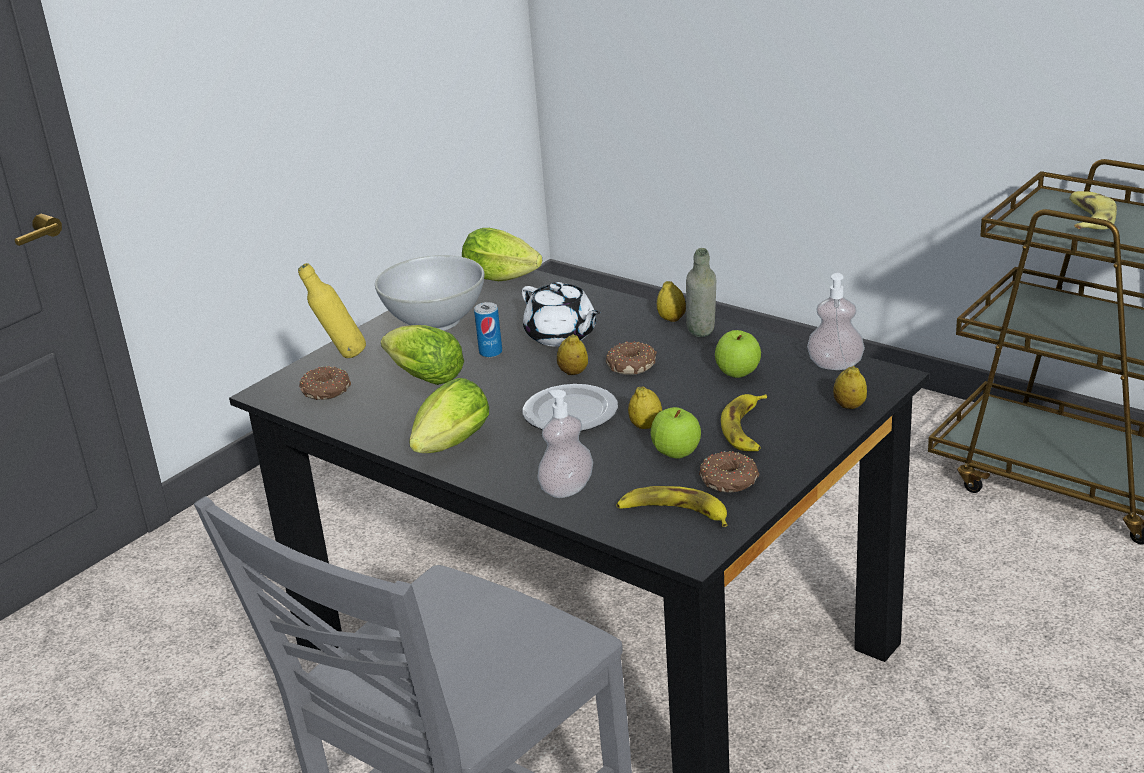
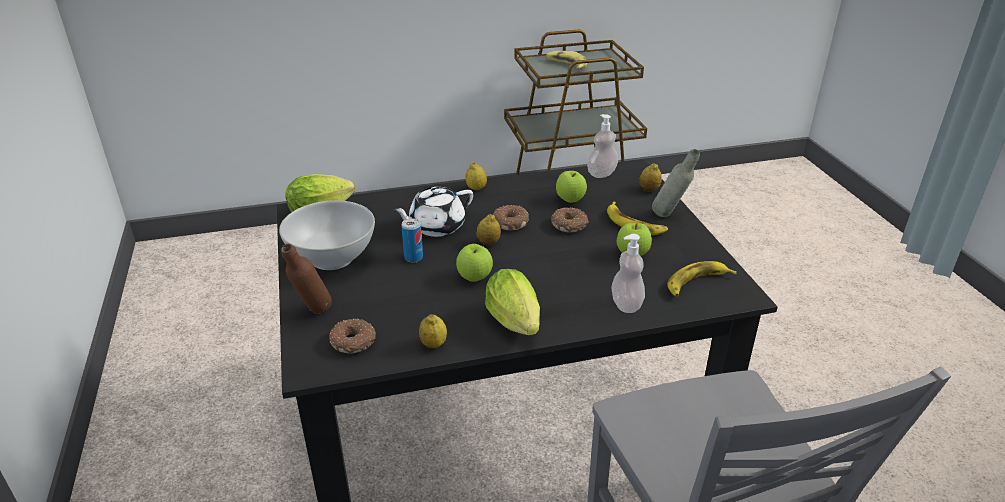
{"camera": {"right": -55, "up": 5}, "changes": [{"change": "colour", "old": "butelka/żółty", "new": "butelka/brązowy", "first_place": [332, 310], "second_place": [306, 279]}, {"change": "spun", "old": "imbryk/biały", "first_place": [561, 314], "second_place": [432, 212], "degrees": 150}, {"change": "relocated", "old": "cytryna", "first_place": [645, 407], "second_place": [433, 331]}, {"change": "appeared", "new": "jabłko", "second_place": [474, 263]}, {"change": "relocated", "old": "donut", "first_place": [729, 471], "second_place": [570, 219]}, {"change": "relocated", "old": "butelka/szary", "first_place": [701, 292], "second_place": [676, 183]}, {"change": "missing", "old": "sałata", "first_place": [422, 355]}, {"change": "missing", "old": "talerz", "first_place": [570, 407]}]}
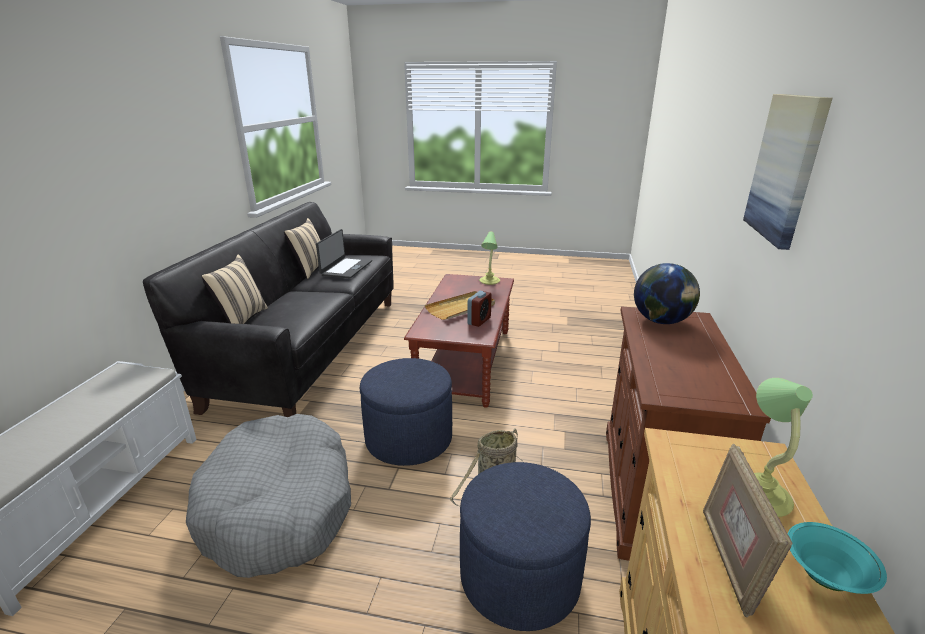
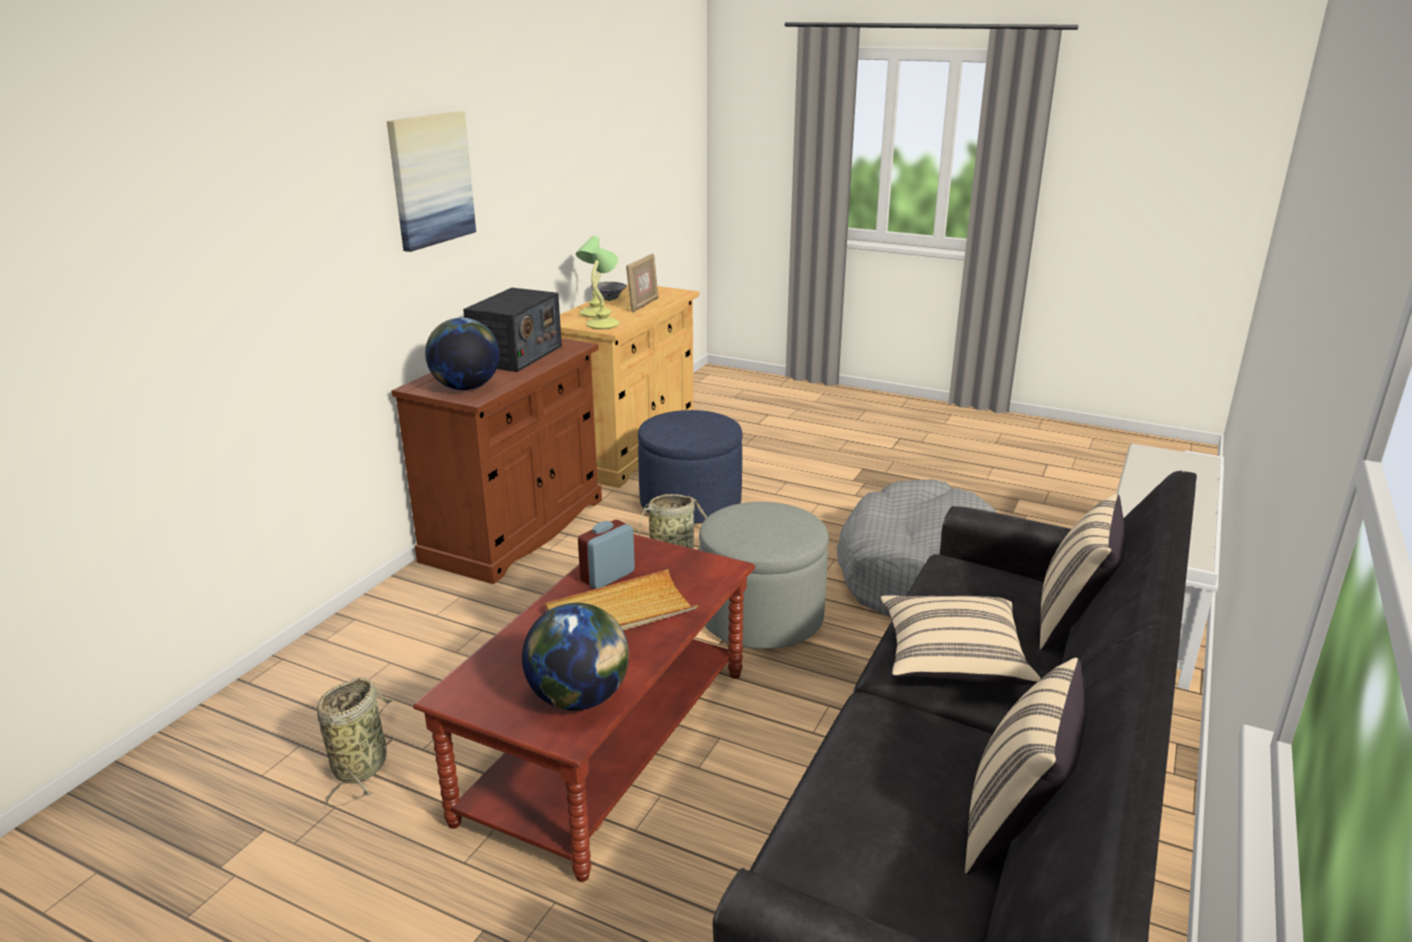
{"camera": {"right": -165, "up": 0}, "changes": [{"change": "appeared", "new": "koszyk", "second_place": [356, 742]}, {"change": "appeared", "new": "radio", "second_place": [512, 330]}, {"change": "appeared", "new": "globus", "second_place": [575, 657]}, {"change": "relocated", "old": "lampa stołowa", "first_place": [489, 258], "second_place": [603, 288]}, {"change": "colour", "old": "miska/turkusowy", "new": "miska/szary", "first_place": [837, 558], "second_place": [608, 291]}, {"change": "colour", "old": "pufa/niebieski", "new": "pufa/szary", "first_place": [406, 412], "second_place": [764, 575]}, {"change": "appeared", "new": "poduszka/beżowy", "second_place": [960, 640]}, {"change": "missing", "old": "laptop", "first_place": [344, 253]}]}
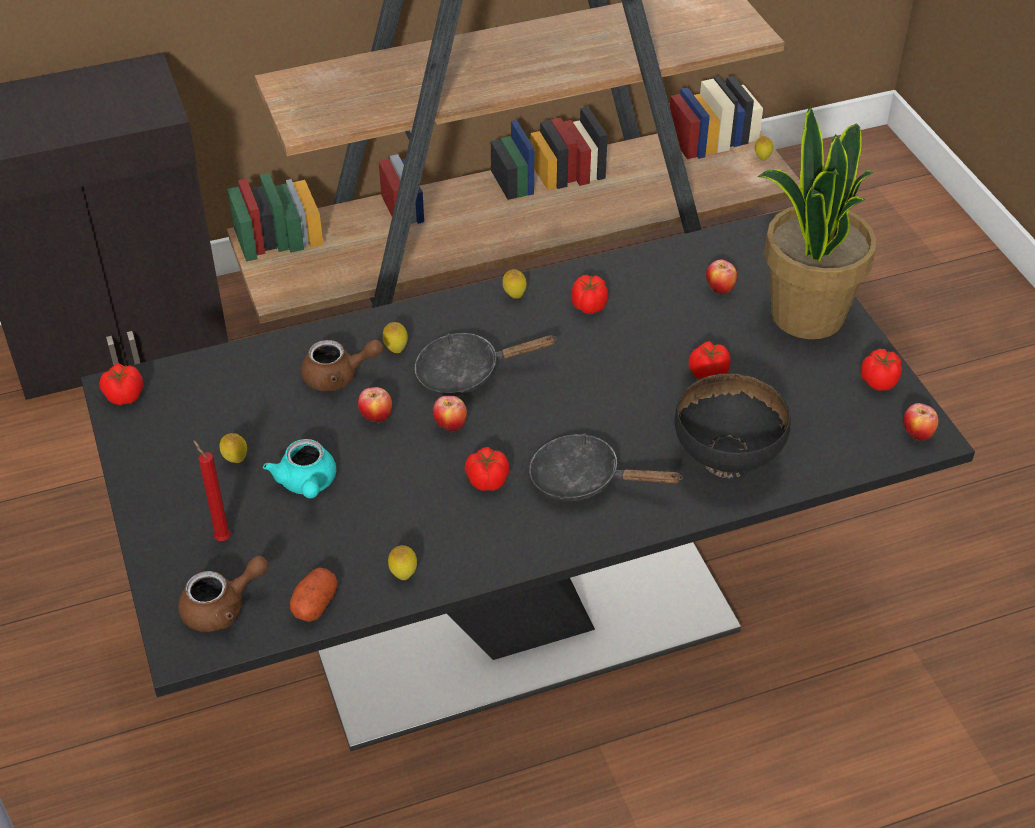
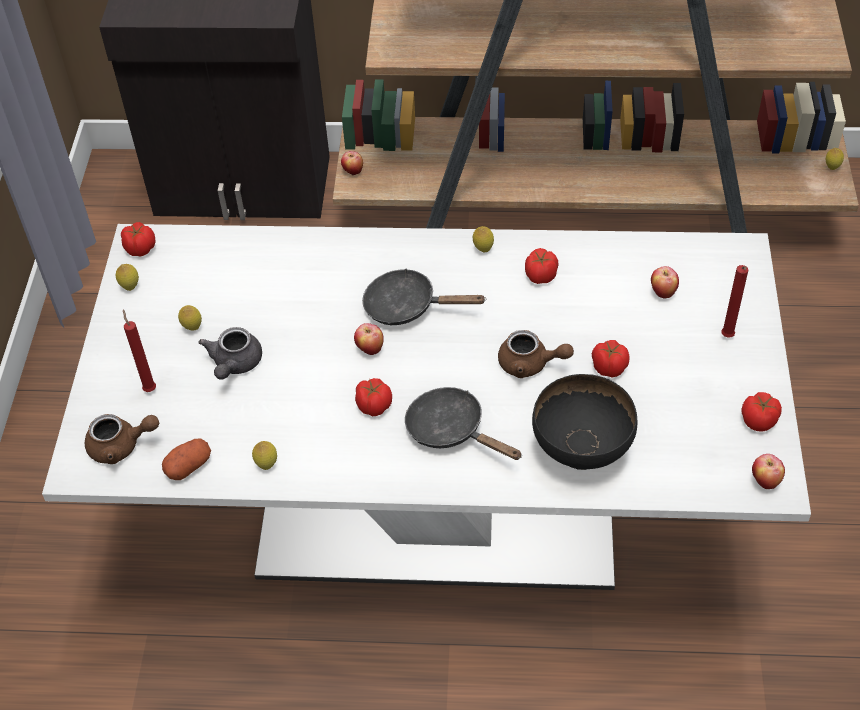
{"camera": {"right": 25, "up": 5}, "changes": [{"change": "colour", "old": "stół jadalny/czarny", "new": "stół jadalny/biały", "first_place": [528, 481], "second_place": [426, 407]}, {"change": "relocated", "old": "cytryna", "first_place": [395, 337], "second_place": [127, 277]}, {"change": "colour", "old": "imbryk/turkusowy", "new": "imbryk/szary", "first_place": [299, 469], "second_place": [230, 353]}, {"change": "relocated", "old": "jabłko", "first_place": [375, 405], "second_place": [352, 163]}, {"change": "relocated", "old": "imbryk/brązowy", "first_place": [342, 365], "second_place": [536, 354]}, {"change": "exchanged", "old": "roślina doniczkowa", "new": "świeca/czerwony", "first_place": [817, 222], "second_place": [734, 301]}]}
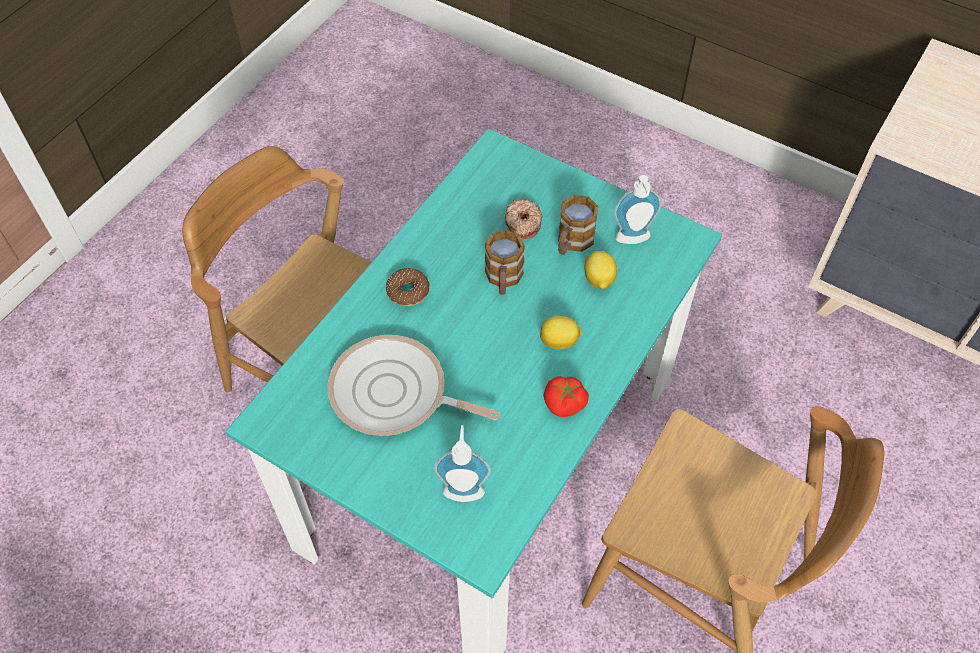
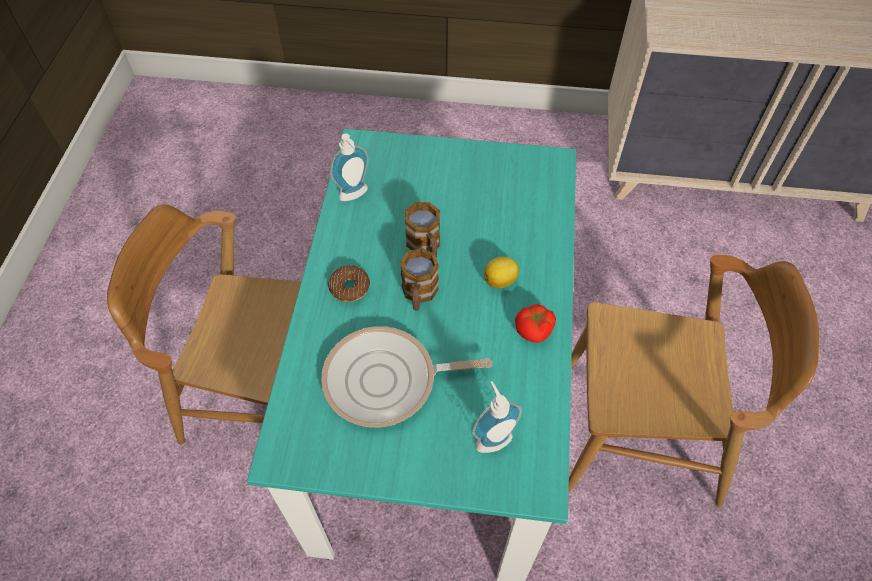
{"camera": {"right": -25, "up": 0}, "changes": [{"change": "relocated", "old": "dozownik mydła", "first_place": [638, 209], "second_place": [349, 167]}, {"change": "relocated", "old": "kubek", "first_place": [578, 225], "second_place": [419, 279]}, {"change": "missing", "old": "donut", "first_place": [524, 219]}, {"change": "missing", "old": "cytryna", "first_place": [601, 270]}]}
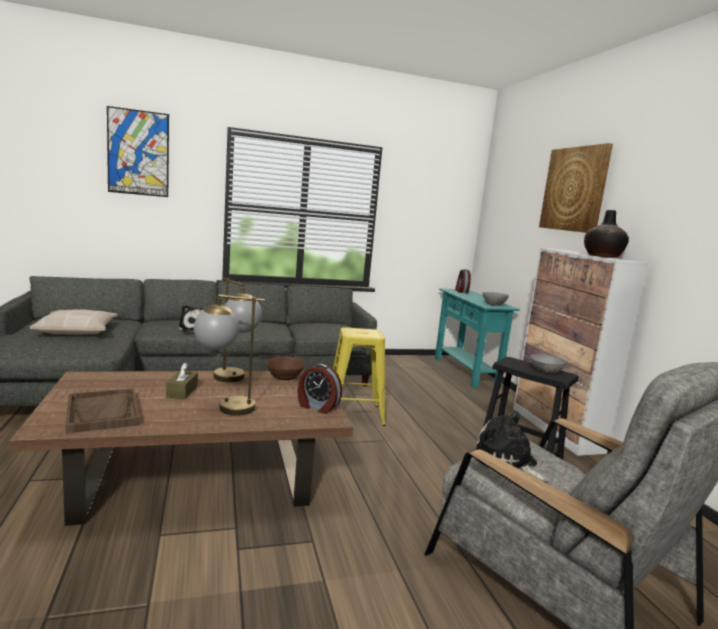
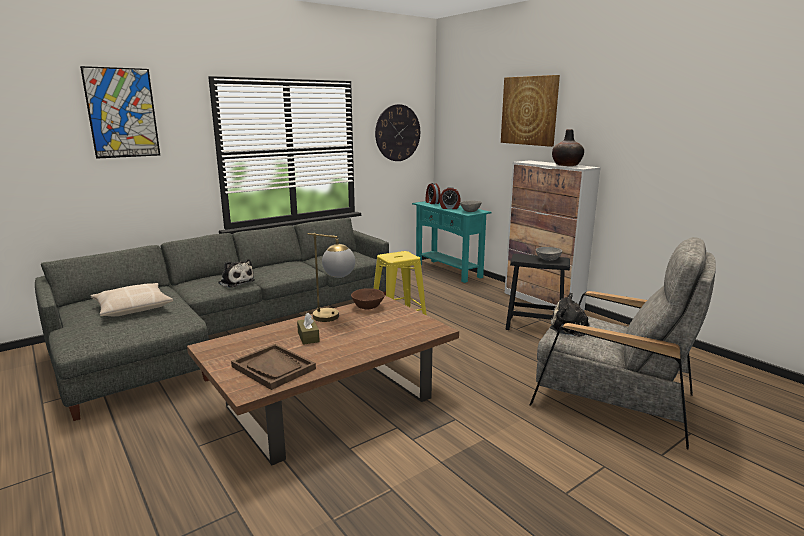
{"camera": {"right": -20, "up": 5}, "changes": [{"change": "appeared", "new": "zegar ścienny", "second_place": [397, 132]}, {"change": "relocated", "old": "budzik", "first_place": [320, 389], "second_place": [450, 198]}, {"change": "missing", "old": "lampa stołowa", "first_place": [229, 355]}]}
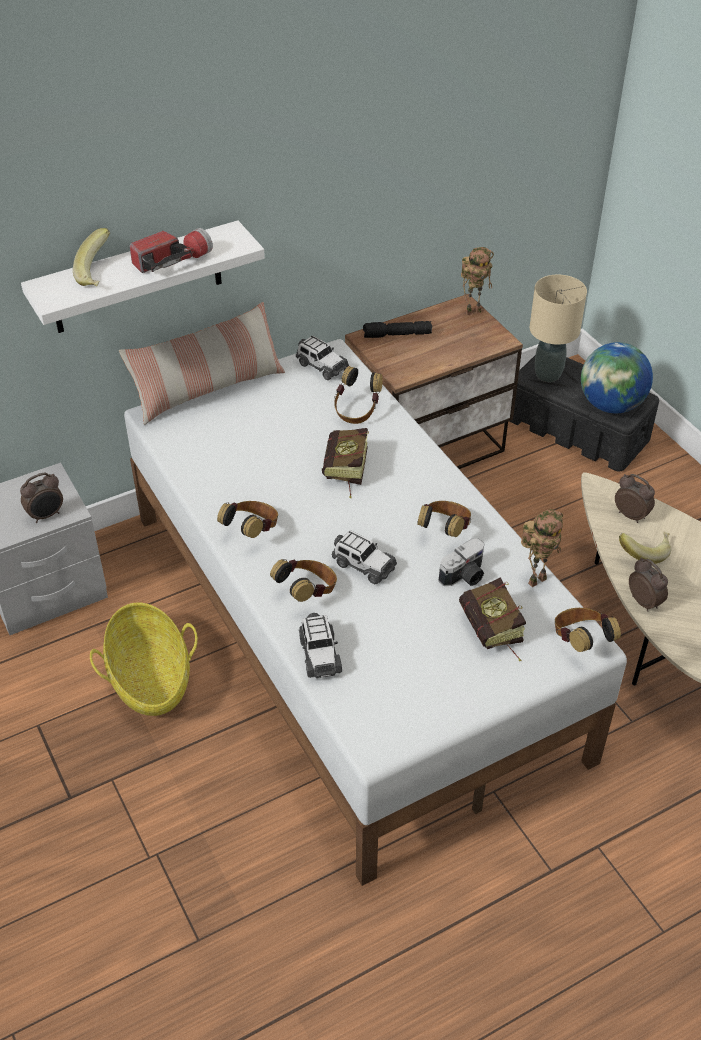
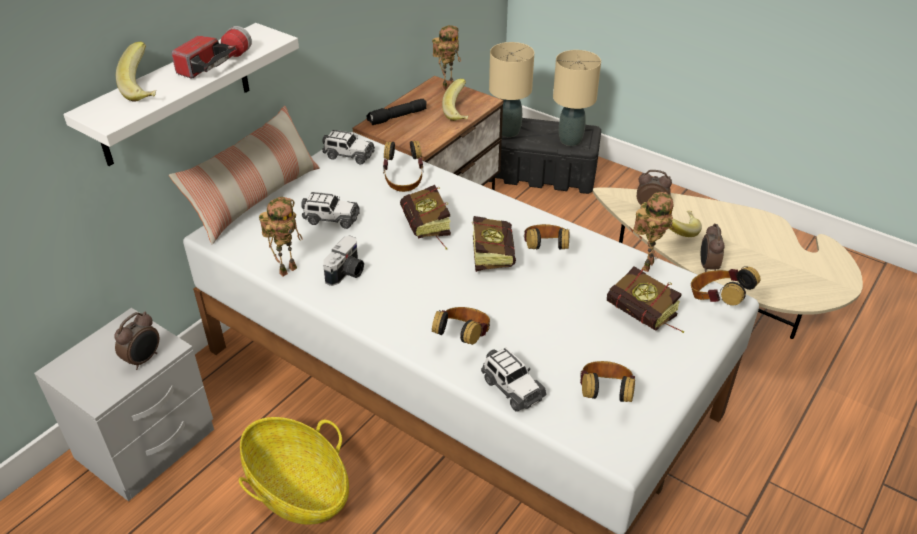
{"camera": {"right": -25, "up": -5}, "changes": [{"change": "appeared", "new": "robot zabawkowy", "second_place": [281, 236]}, {"change": "relocated", "old": "samochodzik", "first_place": [364, 557], "second_place": [330, 210]}, {"change": "relocated", "old": "aparat fotograficzny", "first_place": [461, 562], "second_place": [343, 260]}, {"change": "appeared", "new": "banan", "second_place": [455, 100]}, {"change": "appeared", "new": "książka", "second_place": [494, 244]}, {"change": "exchanged", "old": "globus", "new": "lampa stołowa/beżowy", "first_place": [617, 377], "second_place": [577, 98]}, {"change": "relocated", "old": "słuchawki", "first_place": [247, 519], "second_place": [607, 381]}, {"change": "spun", "old": "budzik", "first_place": [648, 584], "second_place": [713, 247], "degrees": -120}]}
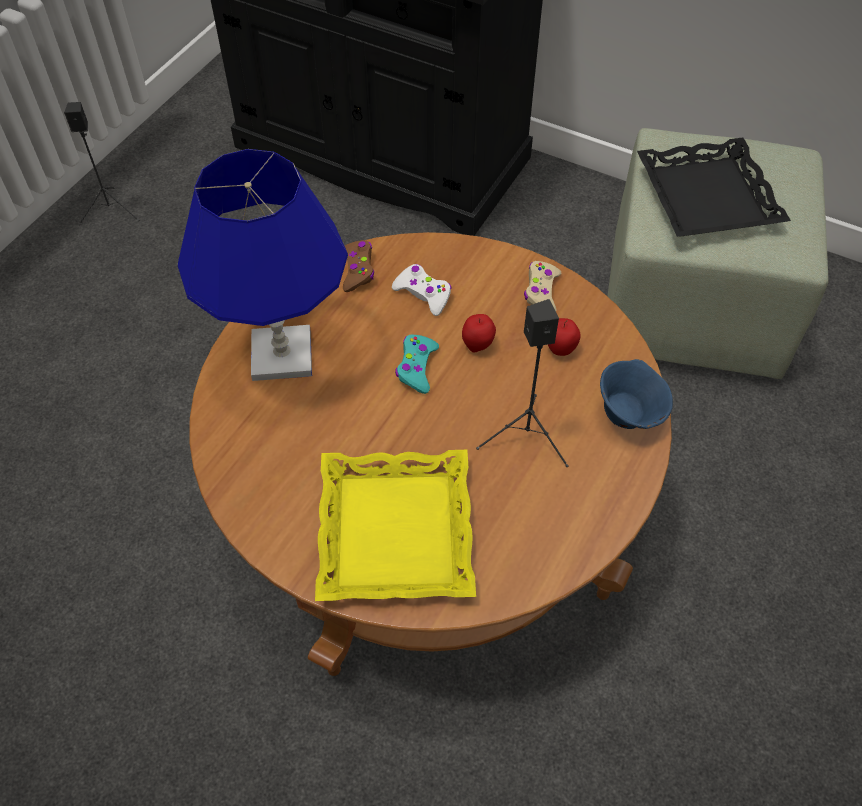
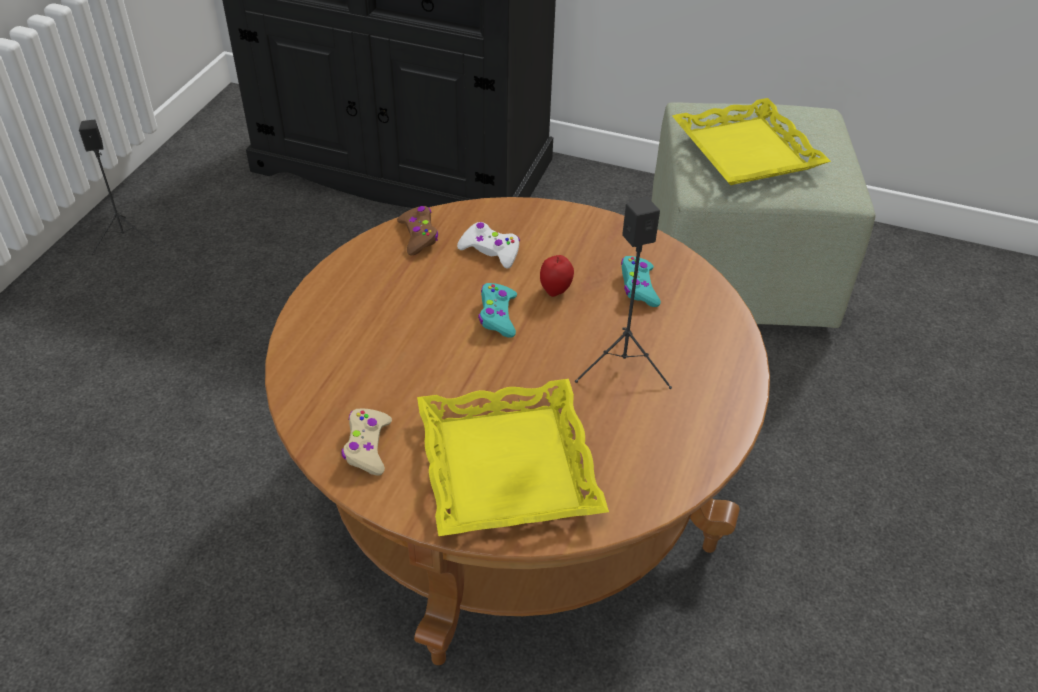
{"camera": {"right": -10, "up": -10}, "changes": [{"change": "relocated", "old": "pad do gier/beżowy", "first_place": [542, 286], "second_place": [367, 442]}, {"change": "exchanged", "old": "jabłko", "new": "pad do gier/turkusowy", "first_place": [564, 337], "second_place": [641, 281]}, {"change": "colour", "old": "taca/czarny", "new": "taca/żółty", "first_place": [714, 187], "second_place": [751, 141]}, {"change": "missing", "old": "lampa stołowa/niebieski", "first_place": [263, 265]}, {"change": "missing", "old": "miska/niebieski", "first_place": [636, 394]}]}
